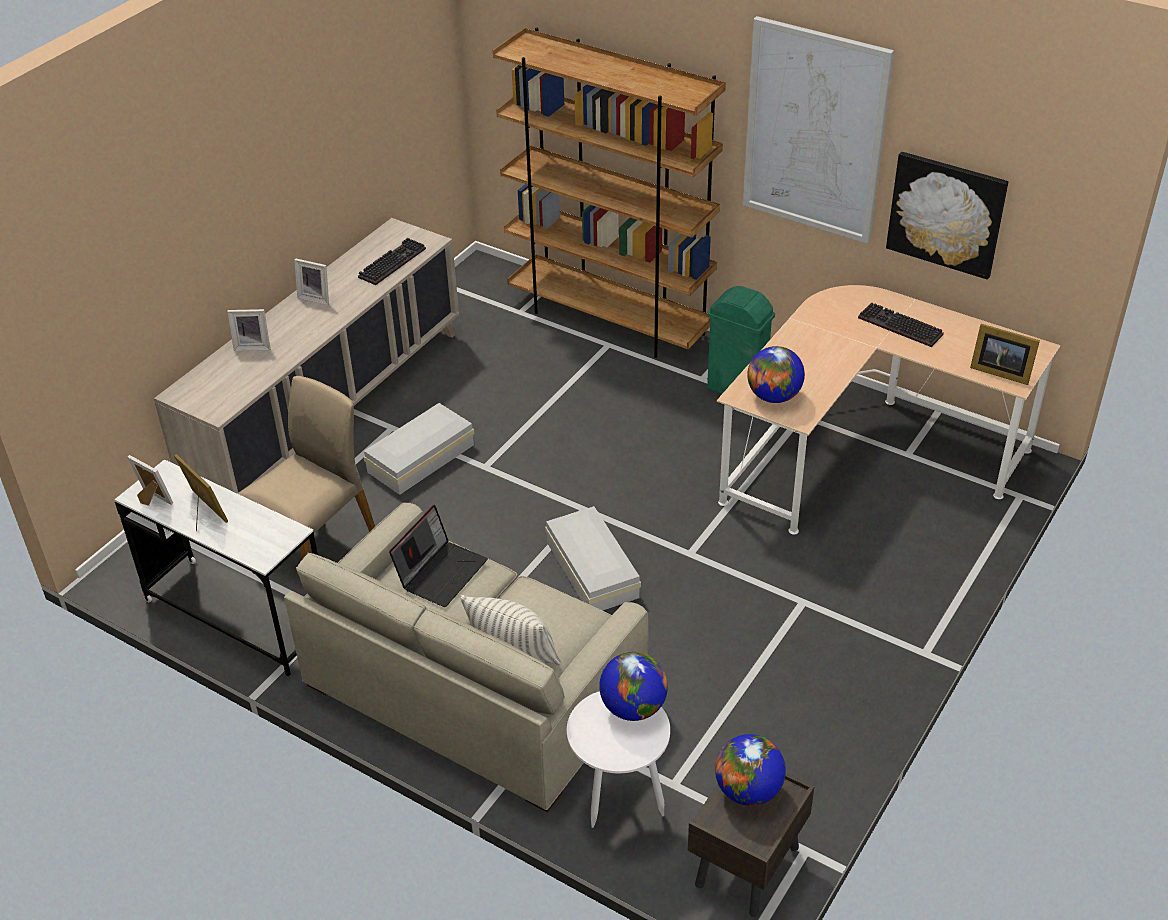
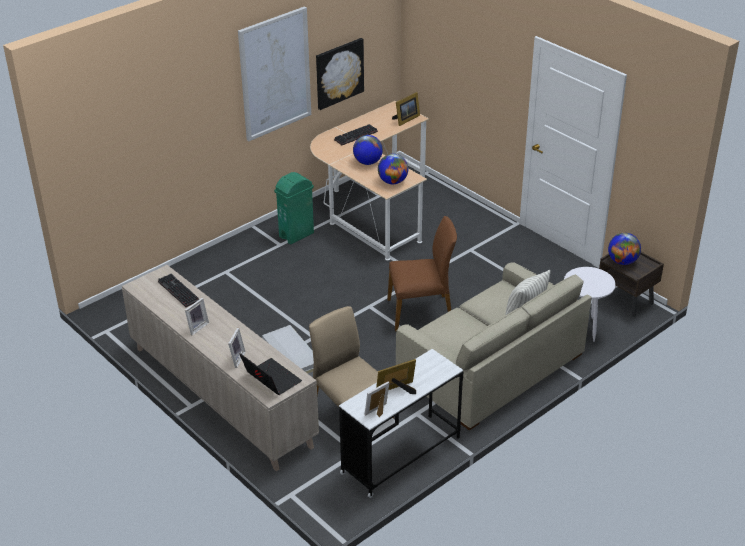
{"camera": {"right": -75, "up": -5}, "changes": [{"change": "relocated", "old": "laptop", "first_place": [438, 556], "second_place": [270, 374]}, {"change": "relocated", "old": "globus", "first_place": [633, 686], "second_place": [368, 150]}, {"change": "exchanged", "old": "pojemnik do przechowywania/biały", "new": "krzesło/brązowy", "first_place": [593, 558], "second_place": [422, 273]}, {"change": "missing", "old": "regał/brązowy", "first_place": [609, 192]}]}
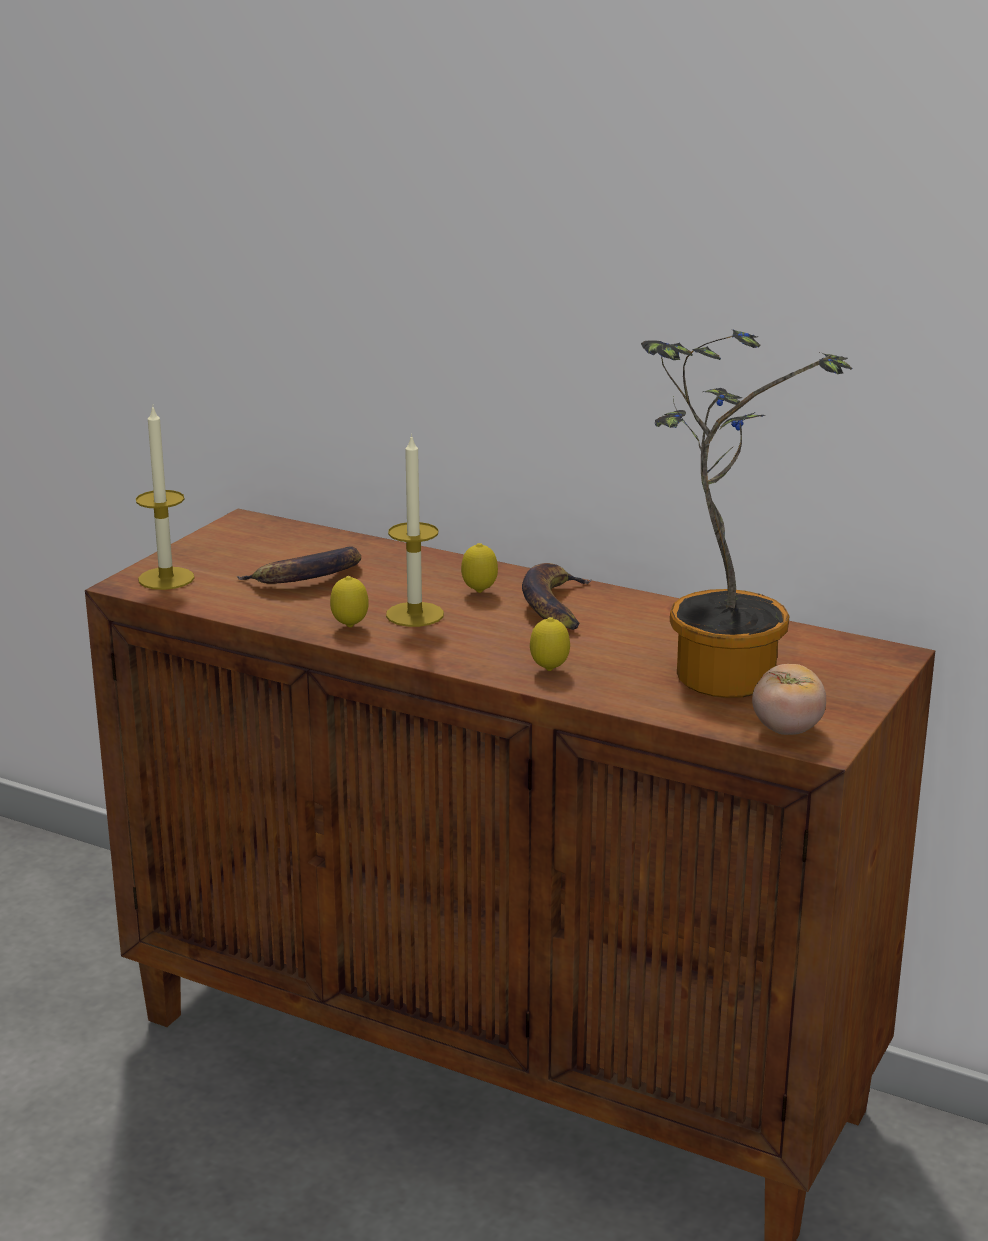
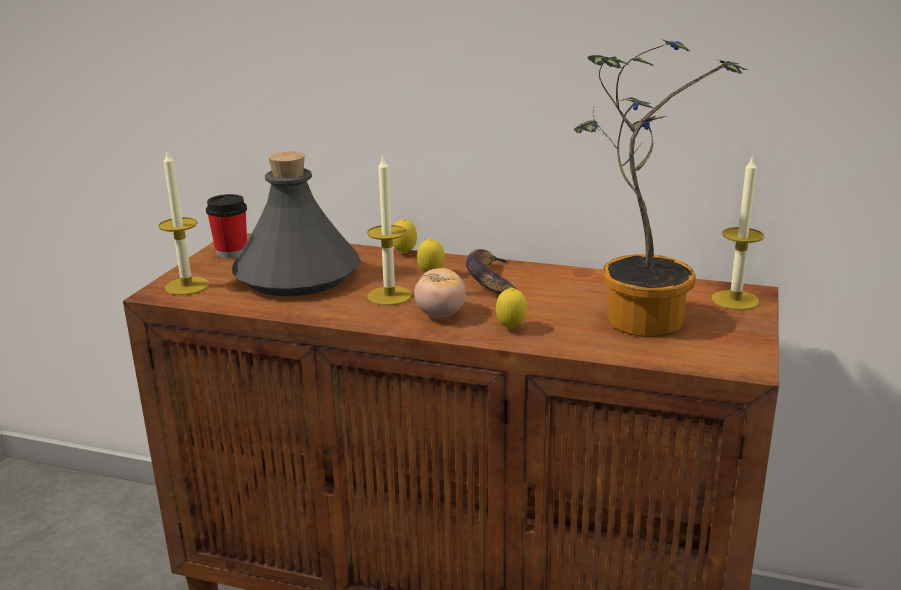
{"camera": {"right": -10, "up": 0}, "changes": [{"change": "appeared", "new": "filiżanka", "second_place": [226, 226]}, {"change": "exchanged", "old": "banan", "new": "butelka/szary", "first_place": [299, 565], "second_place": [296, 223]}, {"change": "relocated", "old": "cytryna", "first_place": [349, 601], "second_place": [405, 236]}, {"change": "relocated", "old": "pomidor", "first_place": [789, 699], "second_place": [440, 293]}, {"change": "appeared", "new": "świeca", "second_place": [738, 232]}]}
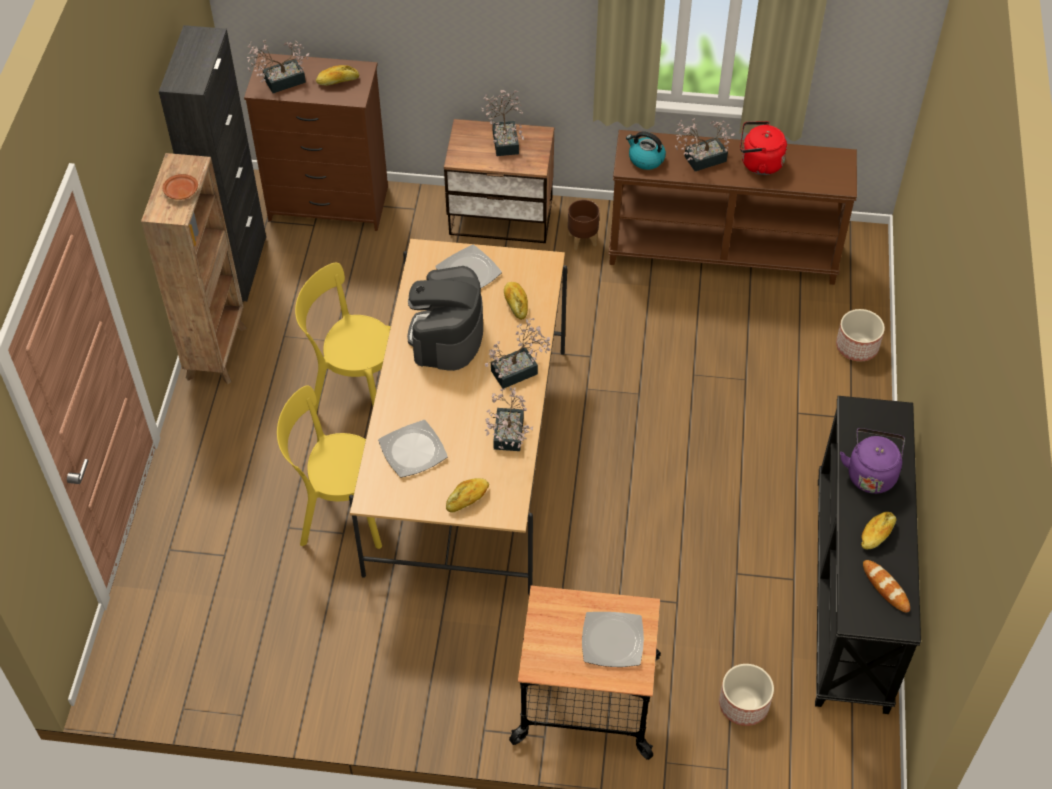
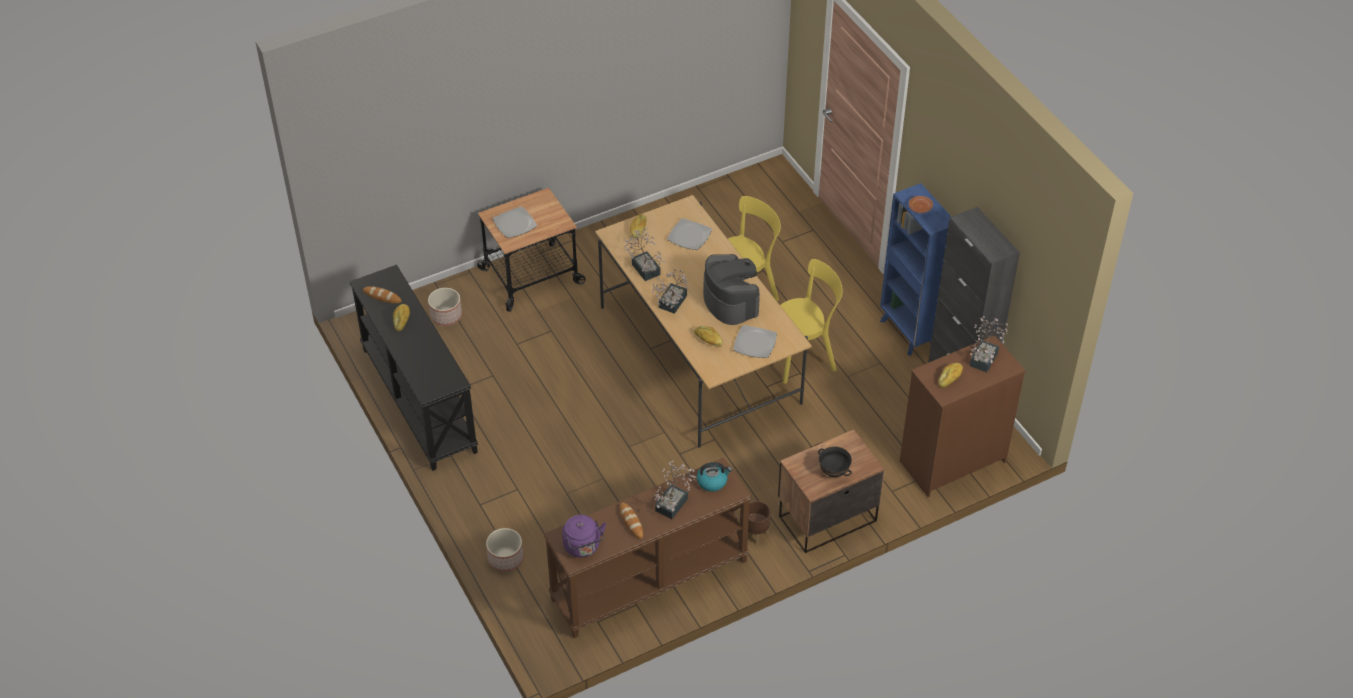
{"camera": {"right": 145, "up": -5}, "changes": [{"change": "relocated", "old": "czajnik/fioletowy", "first_place": [872, 461], "second_place": [584, 536]}, {"change": "exchanged", "old": "czajnik/czerwony", "new": "chleb", "first_place": [763, 148], "second_place": [631, 521]}, {"change": "exchanged", "old": "roślina doniczkowa", "new": "miska/czarny", "first_place": [503, 123], "second_place": [835, 461]}, {"change": "colour", "old": "regał/brązowy", "new": "regał/niebieski", "first_place": [194, 268], "second_place": [916, 269]}]}
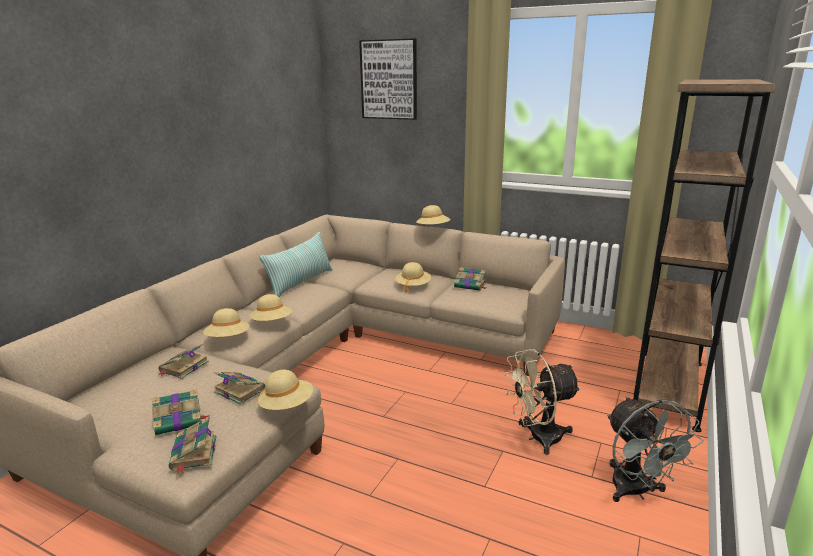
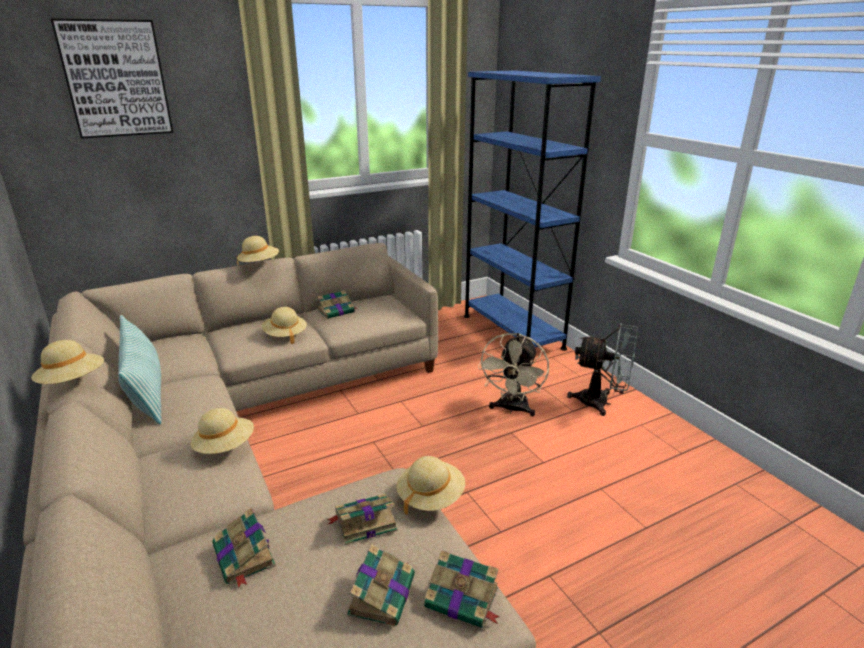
{"camera": {"right": -55, "up": 5}, "changes": [{"change": "relocated", "old": "kapelusz/beżowy", "first_place": [226, 322], "second_place": [67, 362]}, {"change": "colour", "old": "regał/brązowy", "new": "regał/niebieski", "first_place": [704, 255], "second_place": [532, 210]}]}
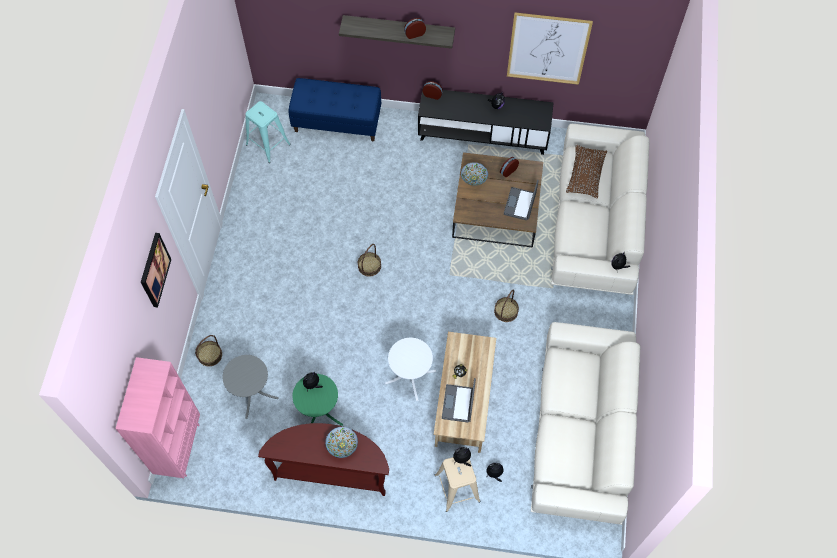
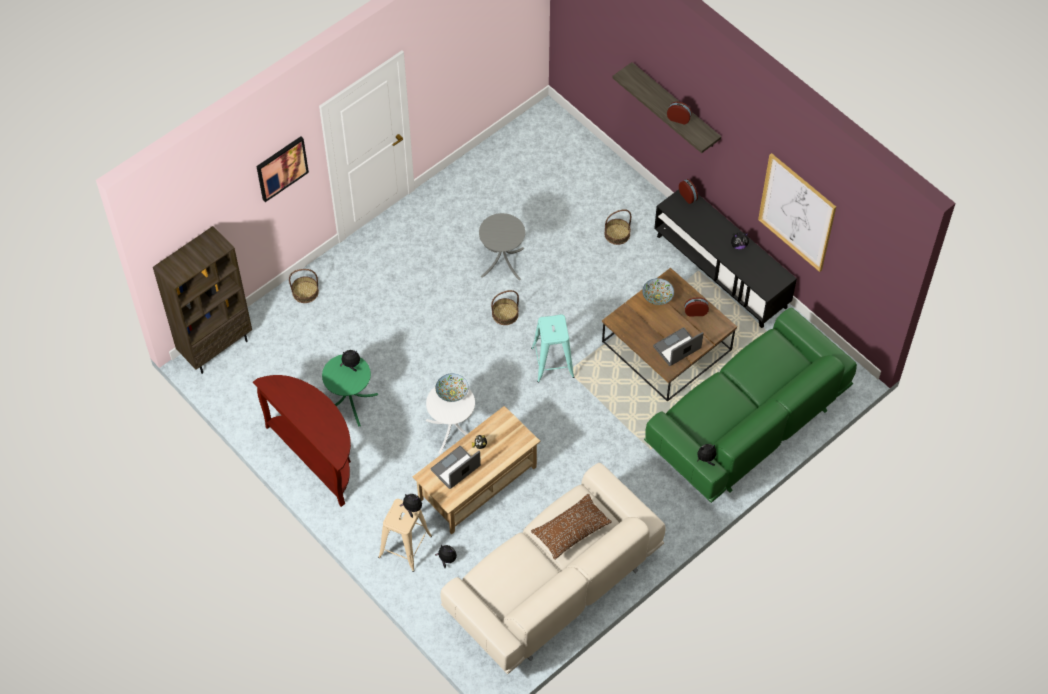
{"camera": {"right": 40, "up": -5}, "changes": [{"change": "colour", "old": "regał/różowy", "new": "regał/brązowy", "first_place": [157, 417], "second_place": [202, 300]}, {"change": "relocated", "old": "miska", "first_place": [341, 442], "second_place": [452, 387]}, {"change": "relocated", "old": "stolik/szary", "first_place": [250, 387], "second_place": [502, 247]}, {"change": "relocated", "old": "stołek/turkusowy", "first_place": [268, 132], "second_place": [552, 348]}, {"change": "relocated", "old": "poduszka/brązowy", "first_place": [586, 171], "second_place": [571, 527]}, {"change": "relocated", "old": "koszyk", "first_place": [506, 305], "second_place": [617, 227]}, {"change": "colour", "old": "kanapa/beżowy", "new": "kanapa/zielony", "first_place": [600, 209], "second_place": [750, 405]}, {"change": "missing", "old": "ławka/niebieski", "first_place": [334, 109]}]}
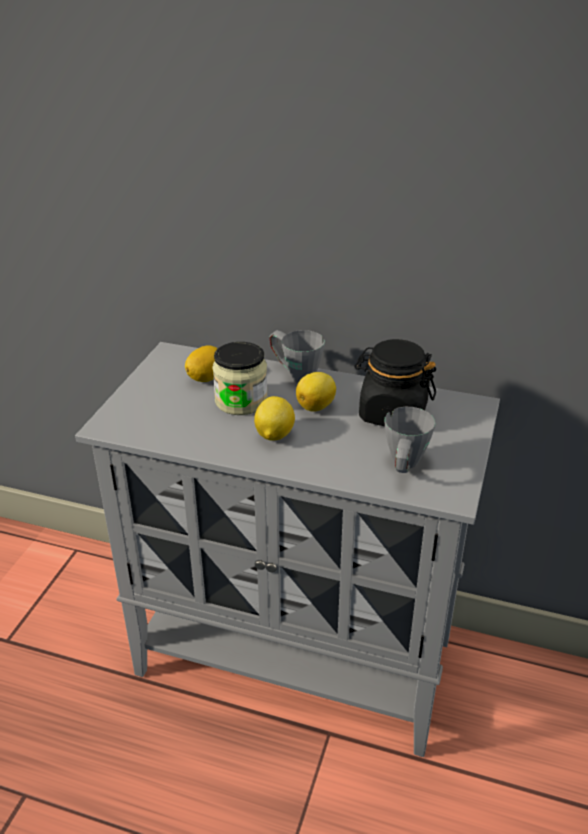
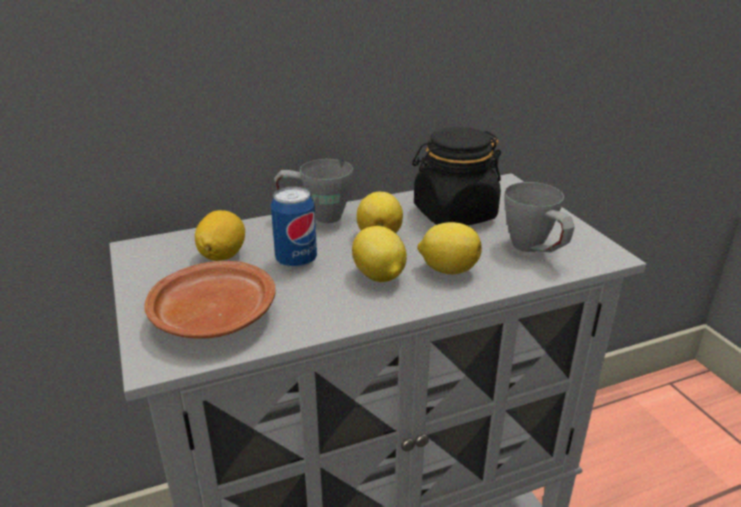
{"camera": {"right": -40, "up": -5}, "changes": [{"change": "appeared", "new": "talerz/brązowy", "second_place": [210, 300]}, {"change": "exchanged", "old": "słoik", "new": "puszka", "first_place": [240, 378], "second_place": [294, 227]}, {"change": "appeared", "new": "cytryna", "second_place": [449, 248]}]}
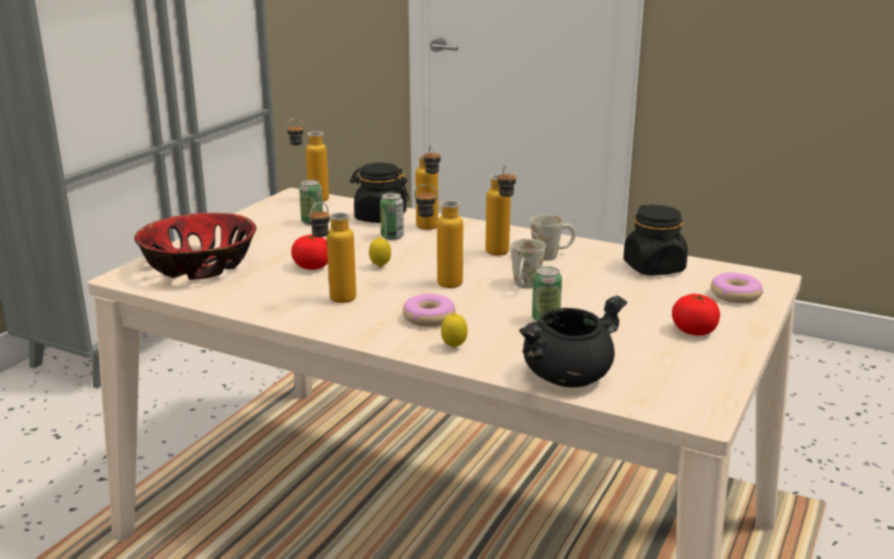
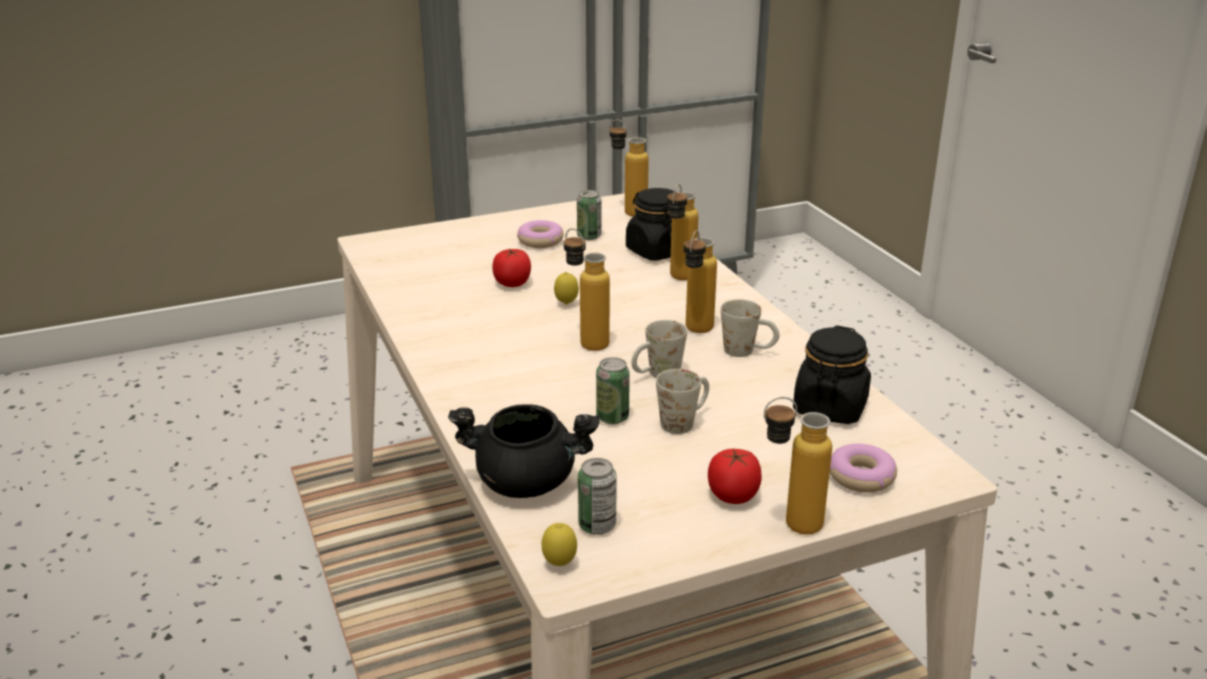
{"camera": {"right": 40, "up": 5}, "changes": [{"change": "relocated", "old": "donut", "first_place": [429, 310], "second_place": [540, 234]}, {"change": "relocated", "old": "cytryna", "first_place": [454, 330], "second_place": [559, 544]}, {"change": "relocated", "old": "puszka", "first_place": [392, 216], "second_place": [597, 496]}, {"change": "appeared", "new": "kubek/biały", "second_place": [682, 401]}, {"change": "relocated", "old": "butelka", "first_place": [332, 252], "second_place": [798, 465]}, {"change": "missing", "old": "miska", "first_place": [195, 246]}]}
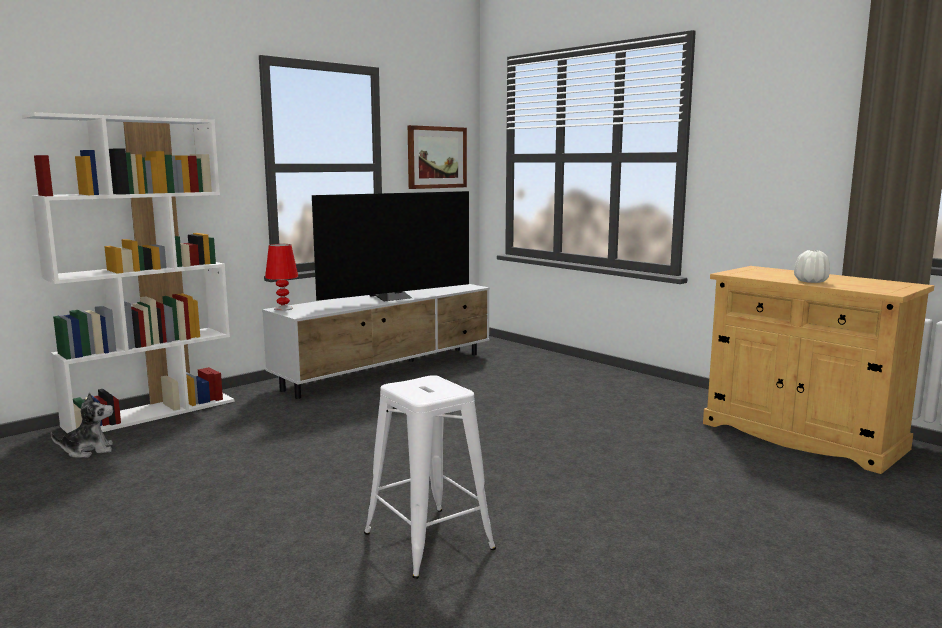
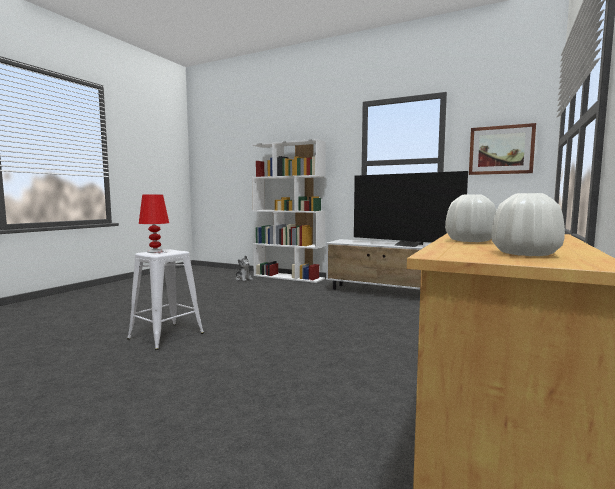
{"camera": {"right": 70, "up": -5}, "changes": [{"change": "relocated", "old": "lampa stołowa/czerwony", "first_place": [281, 277], "second_place": [154, 223]}, {"change": "appeared", "new": "wazon/biały", "second_place": [528, 224]}]}
